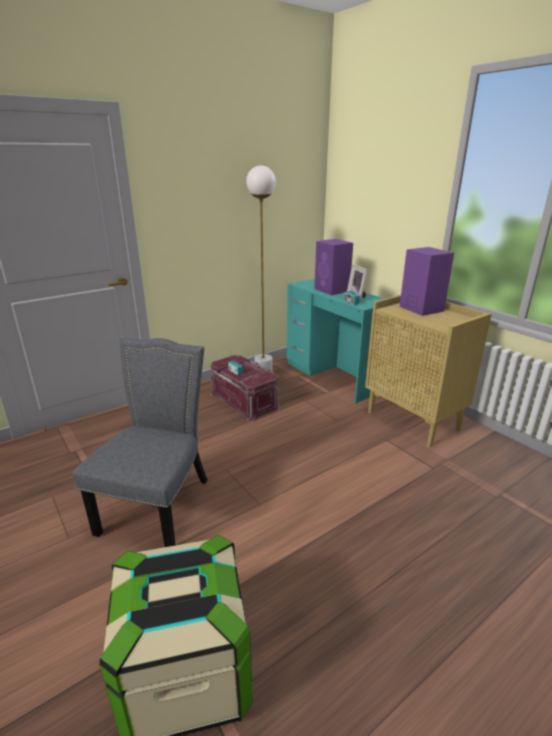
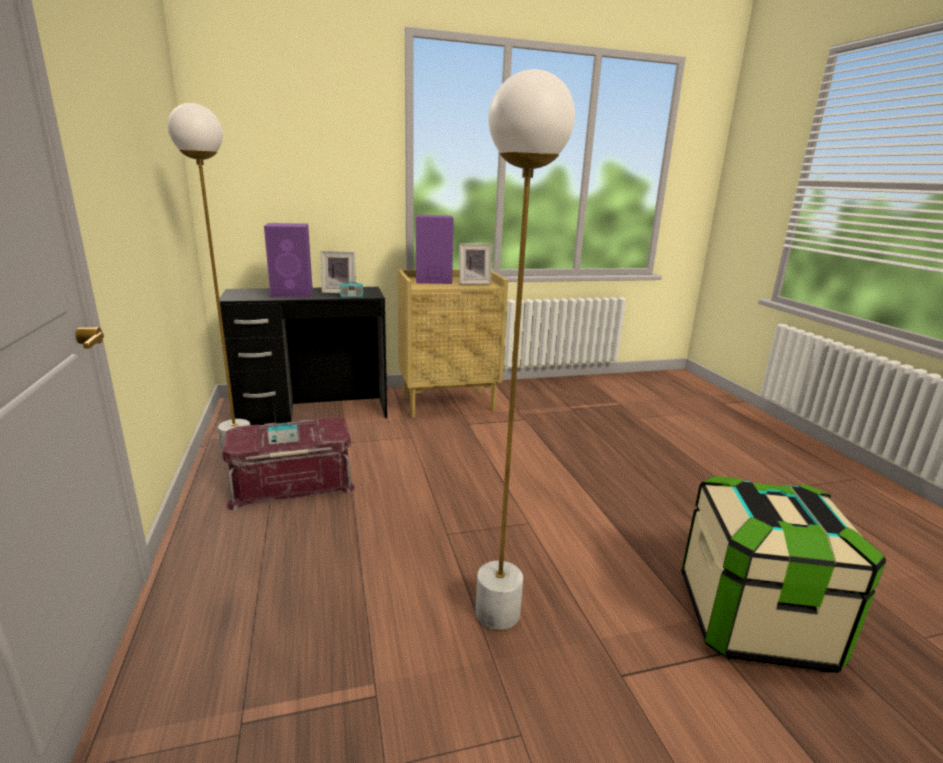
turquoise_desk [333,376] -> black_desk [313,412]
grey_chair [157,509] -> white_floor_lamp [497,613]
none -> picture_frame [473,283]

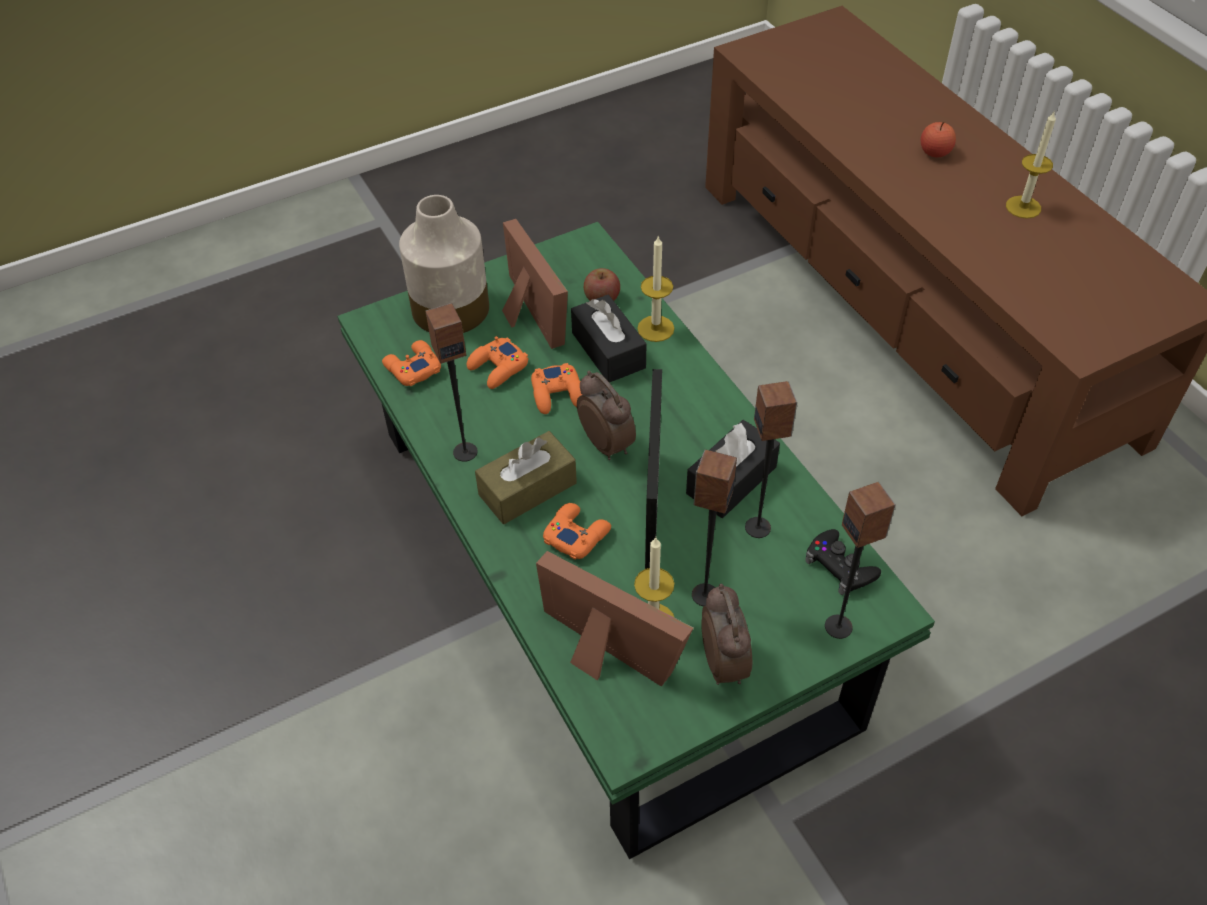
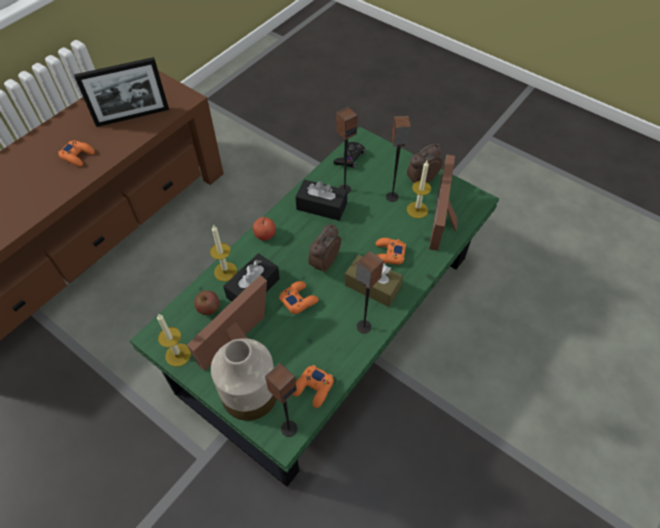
candle [1023,207] -> candle [178,355], moved
apple [935,152] -> apple [265,235], moved
orange_game_controller [498,368] -> orange_game_controller [78,156], moved
picture_frame [652,514] -> picture_frame [132,117], moved
speaker [839,626] -> speaker [288,428], moved

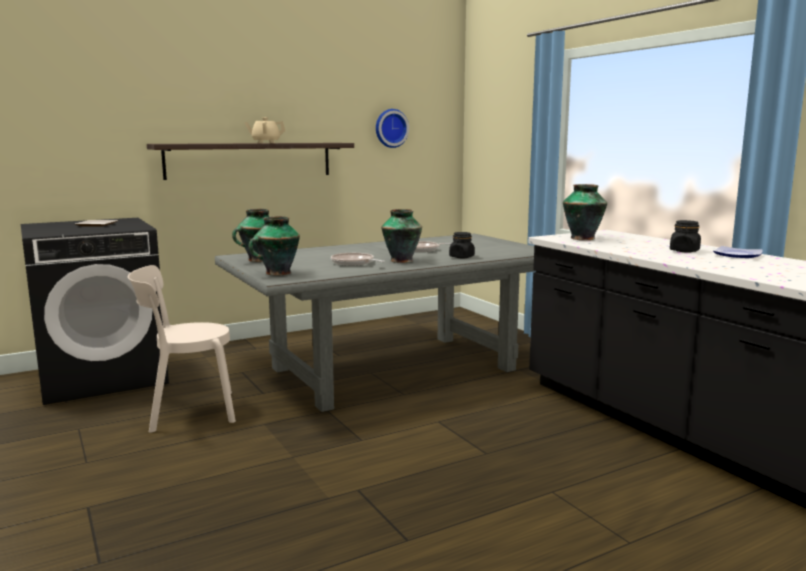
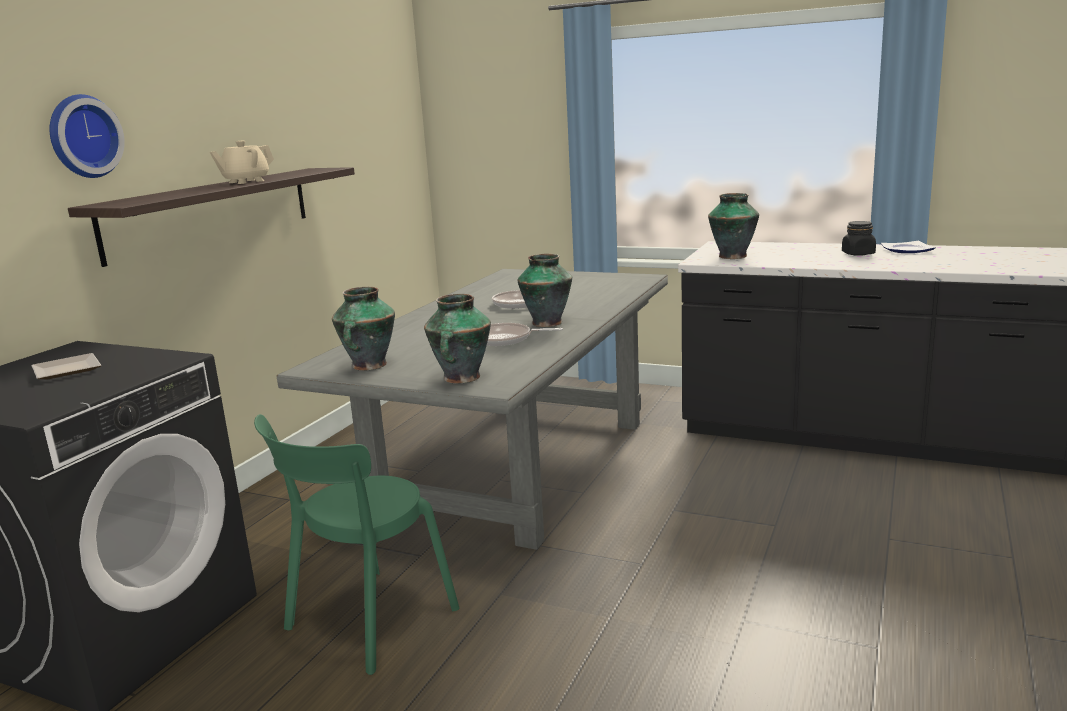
wall_clock [390,128] -> wall_clock [82,136], moved
black_jar [461,257] -> none
beige_chair [187,411] -> green_chair [366,623]

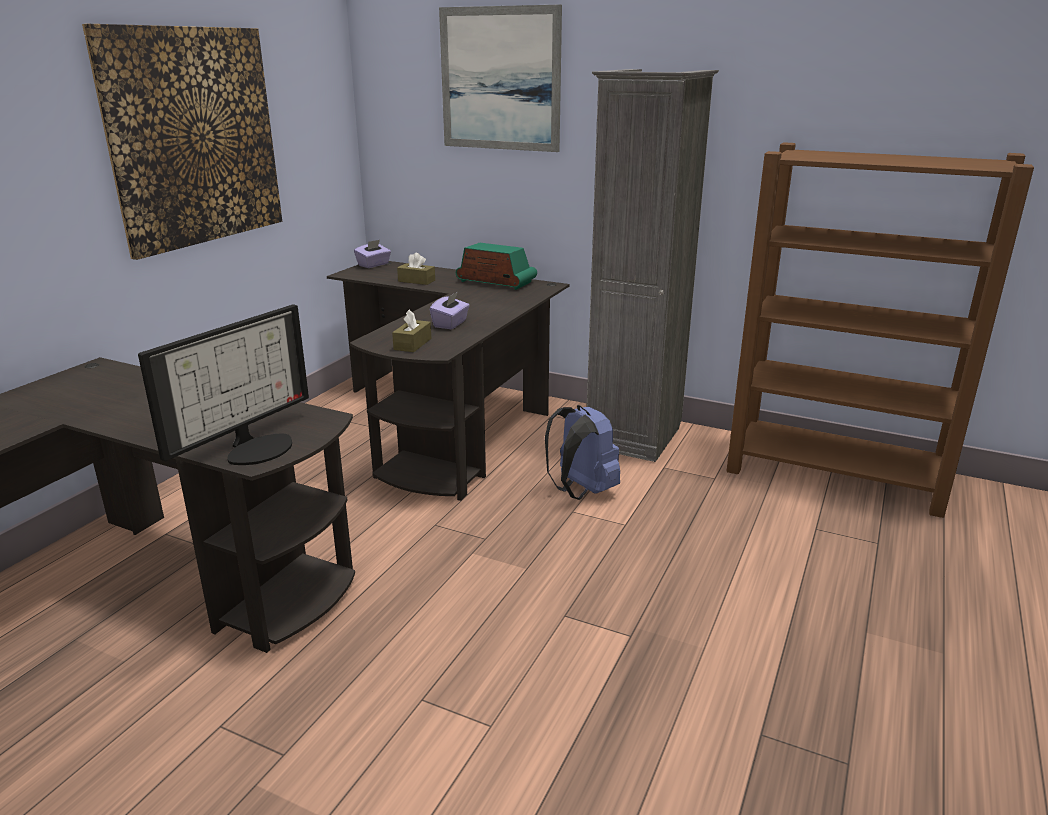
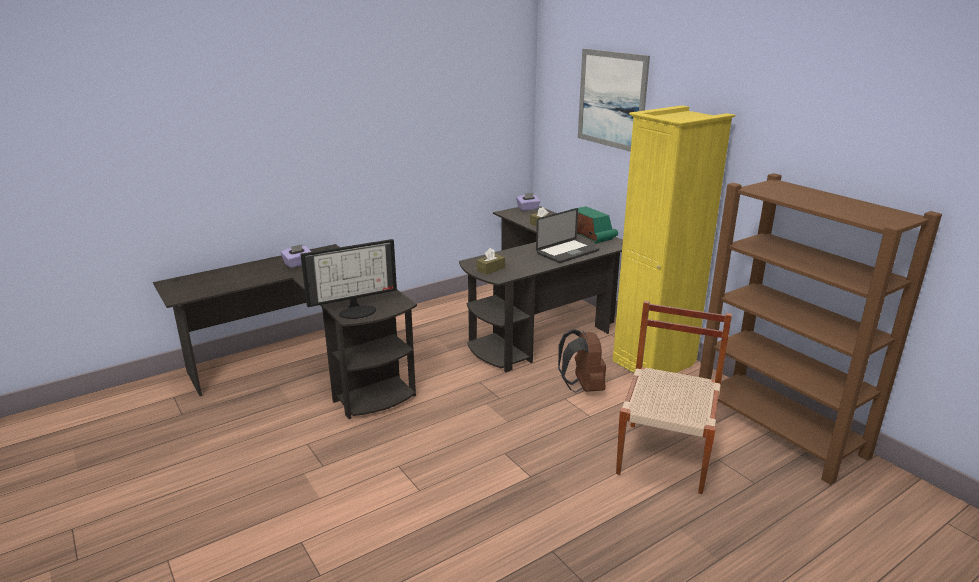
picture [194,137] -> none
grey_cabinet [634,437] -> yellow_cabinet [653,363]
purple_tissue_box [450,324] -> purple_tissue_box [298,264], moved
blue_backpack [581,491] -> brown_backpack [582,387]
none -> laptop [567,252]
none -> chair [665,455]

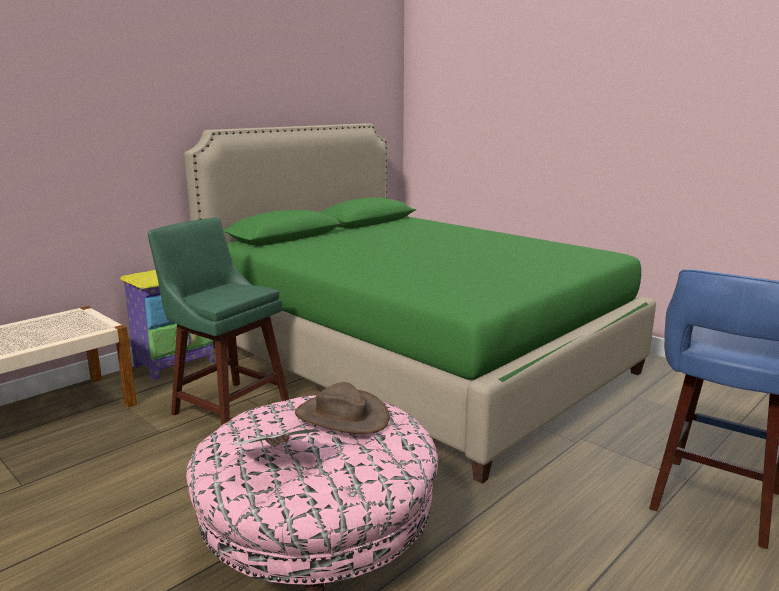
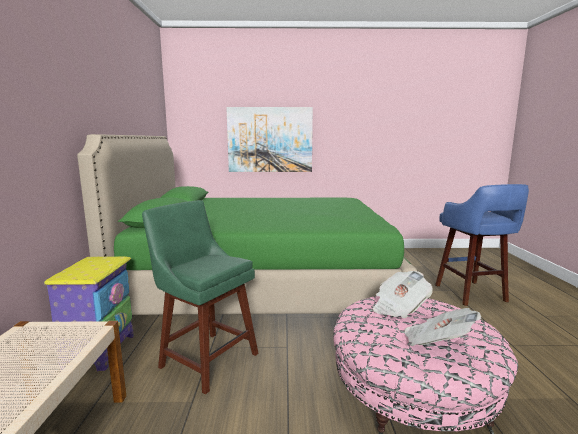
green_chair [227,405] -> green_chair [206,358], 45 degrees clockwise
brown_hat [341,416] -> newspaper [399,307]
none -> picture [270,140]

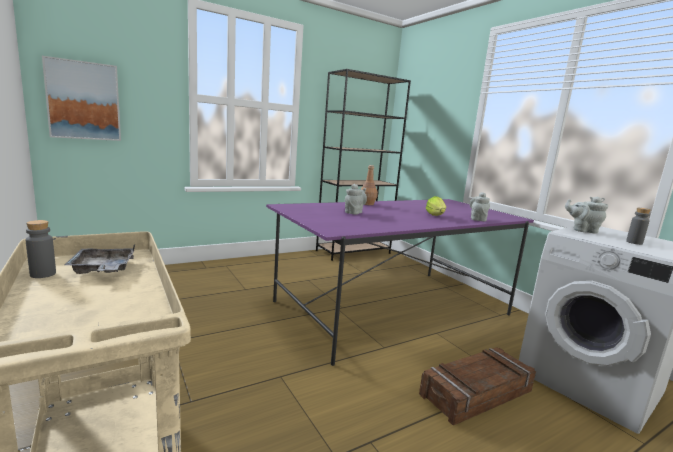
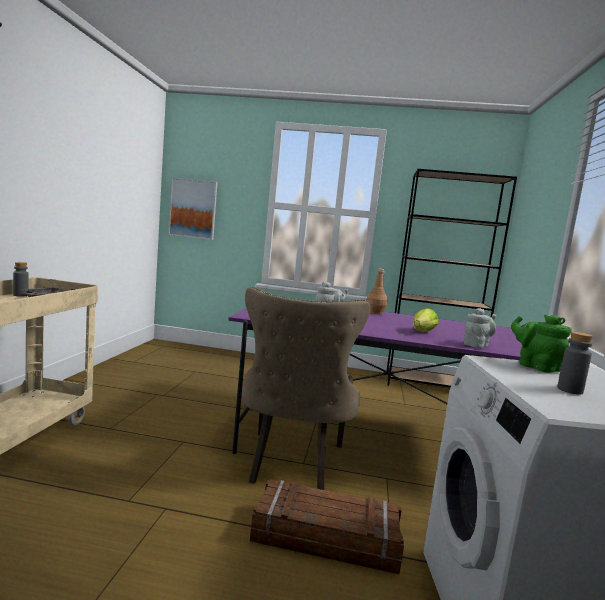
grey_teapot [582,230] -> green_teapot [536,366]
none -> beige_chair [292,463]

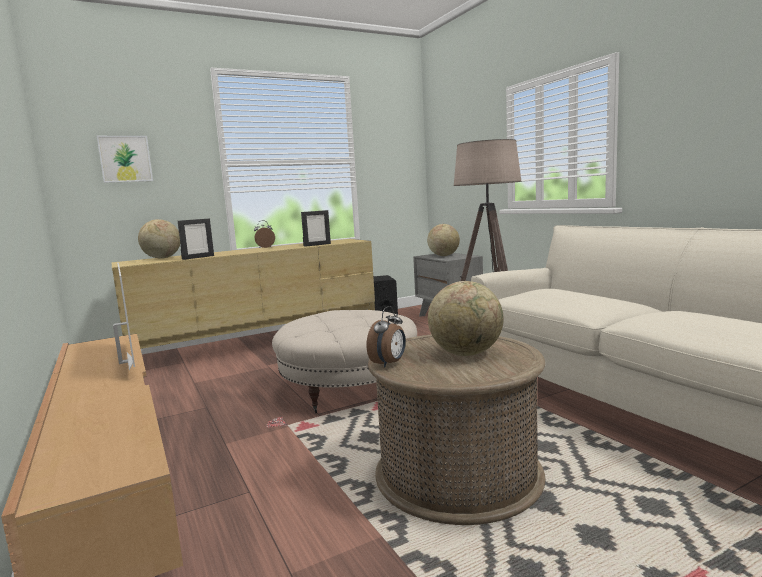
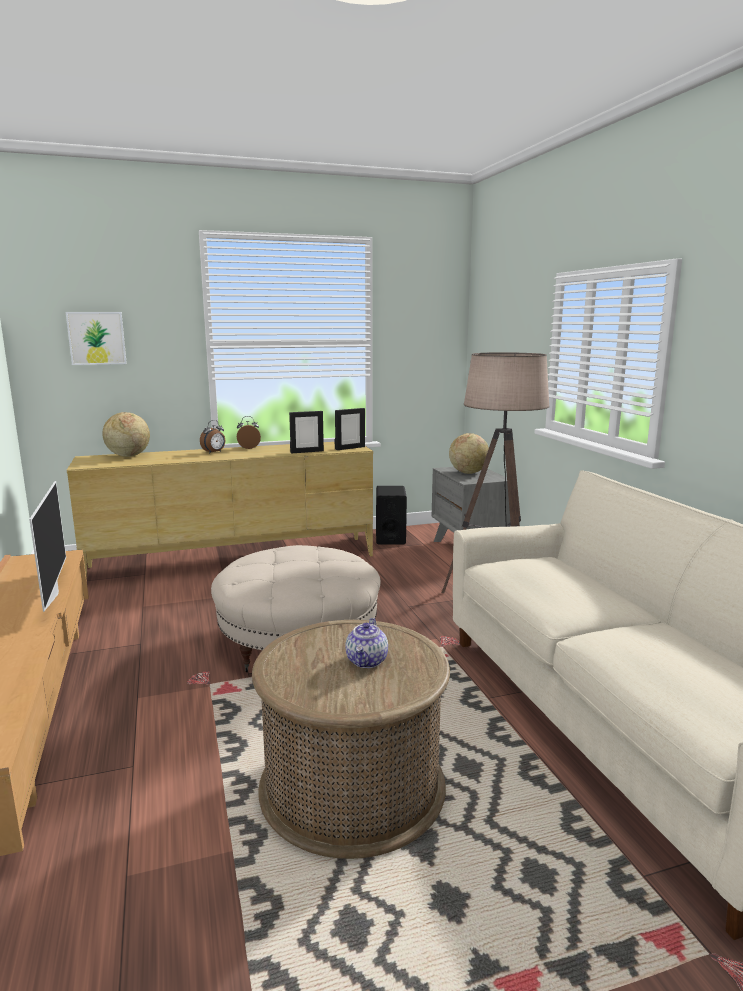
picture_frame [198,257] -> picture_frame [350,448], moved
globe [466,353] -> teapot [367,661]
alarm_clock [389,364] -> alarm_clock [214,452], moved

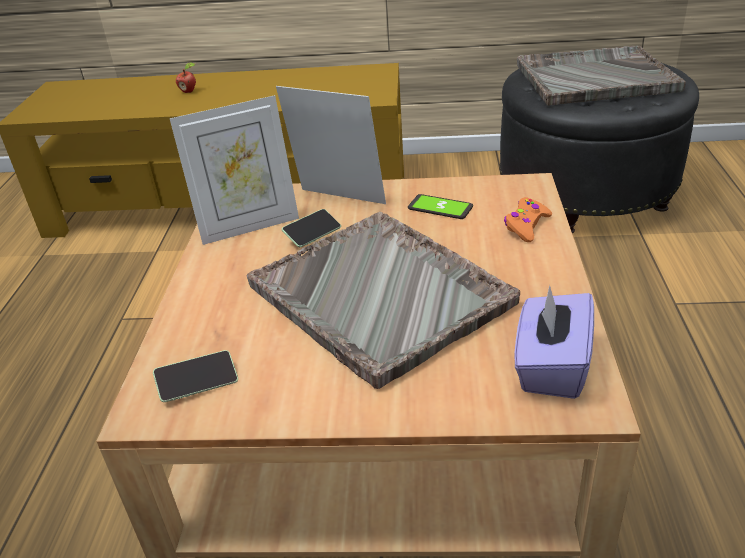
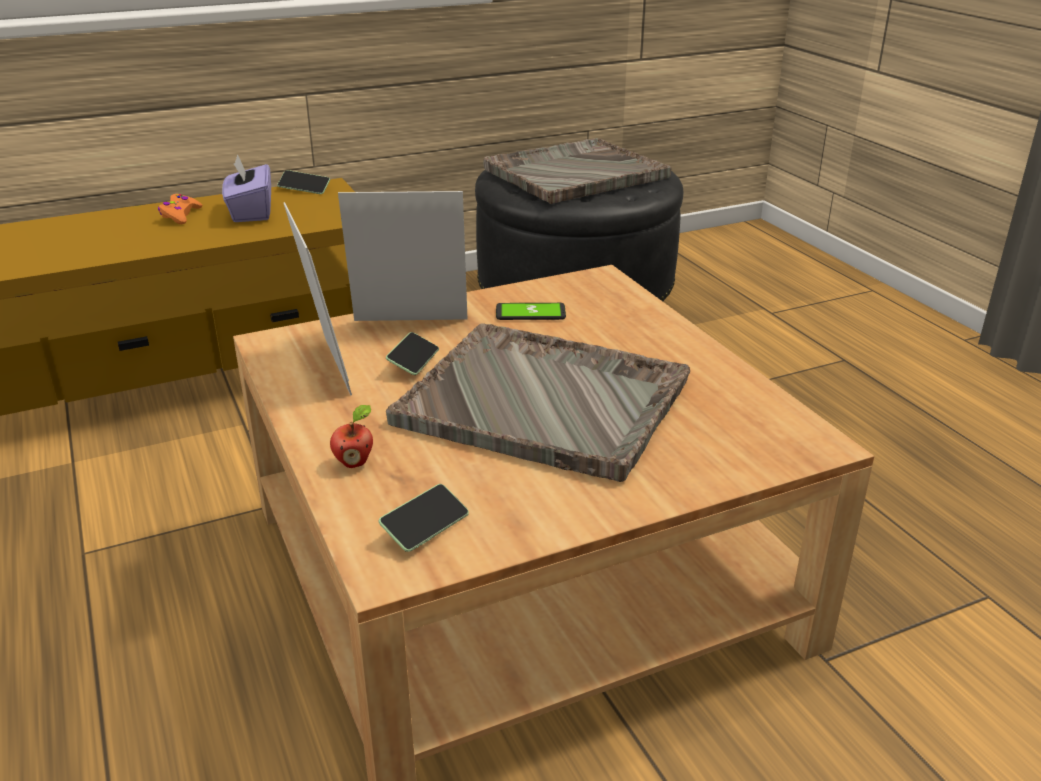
apple [189,91] -> apple [355,462], moved
picture_frame [249,226] -> picture_frame [325,368], 60 degrees counterclockwise
orange_game_controller [526,226] -> orange_game_controller [180,215], moved
purple_tissue_box [551,367] -> purple_tissue_box [251,212], moved
none -> phone [304,189]

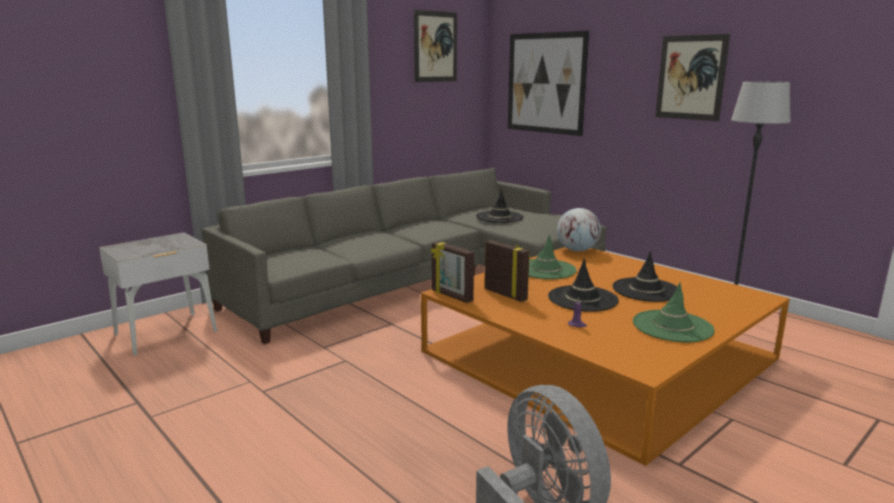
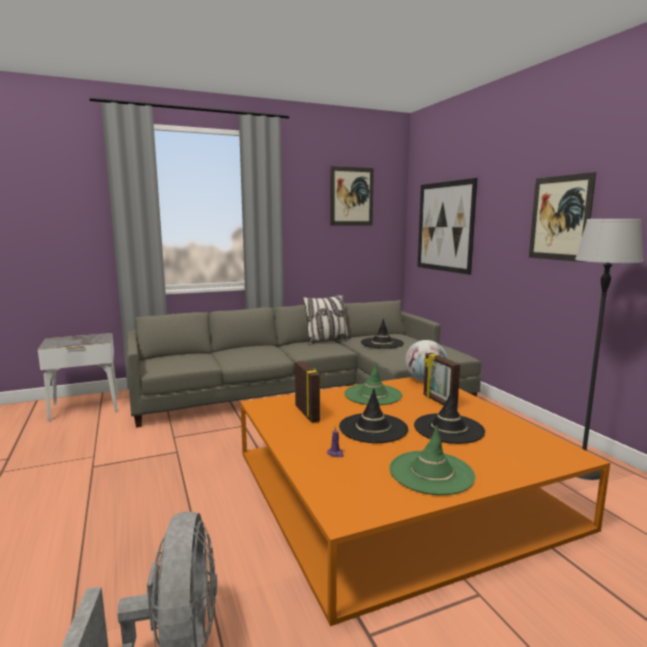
picture_frame [451,296] -> picture_frame [439,401], moved
none -> pillow [327,341]

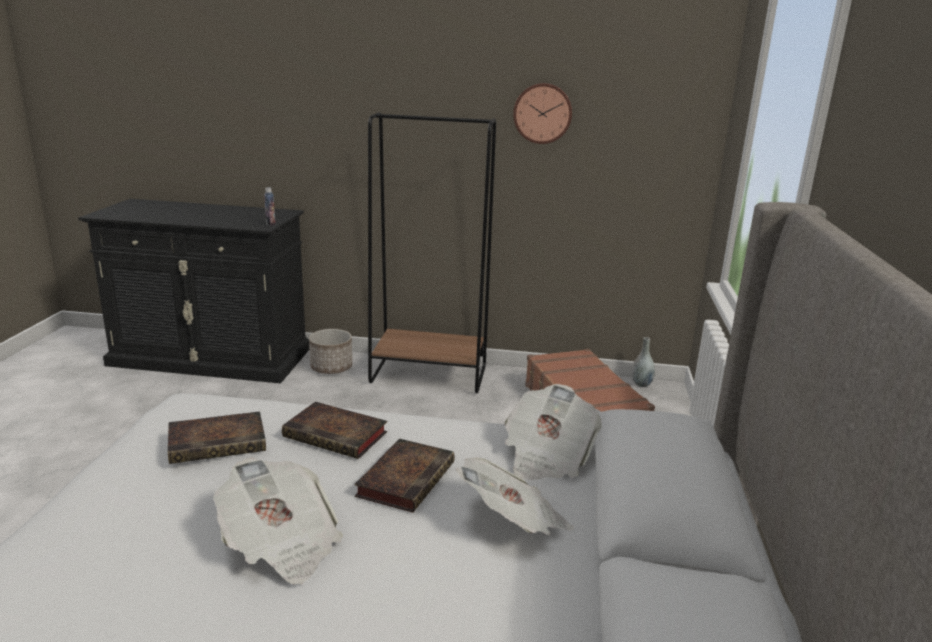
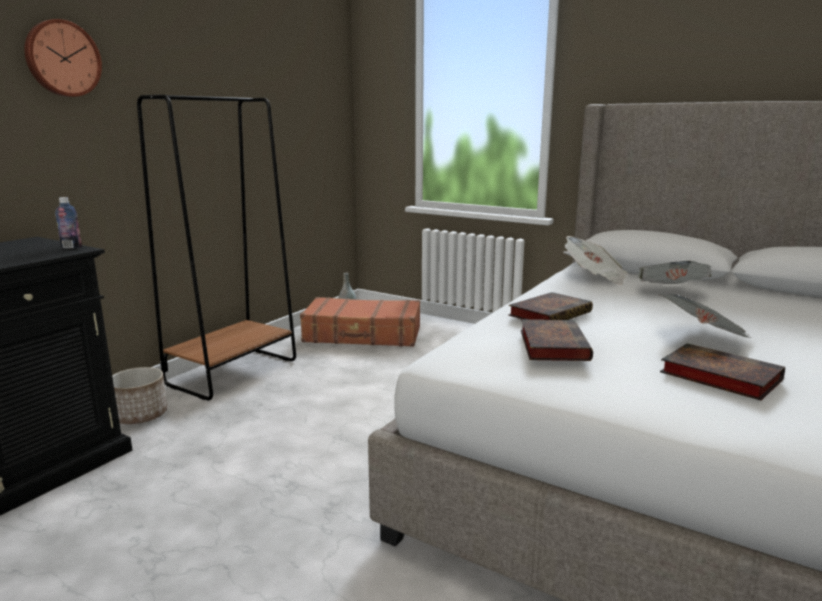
wall_clock [542,113] -> wall_clock [62,59], moved
book [406,478] -> book [716,376], moved

